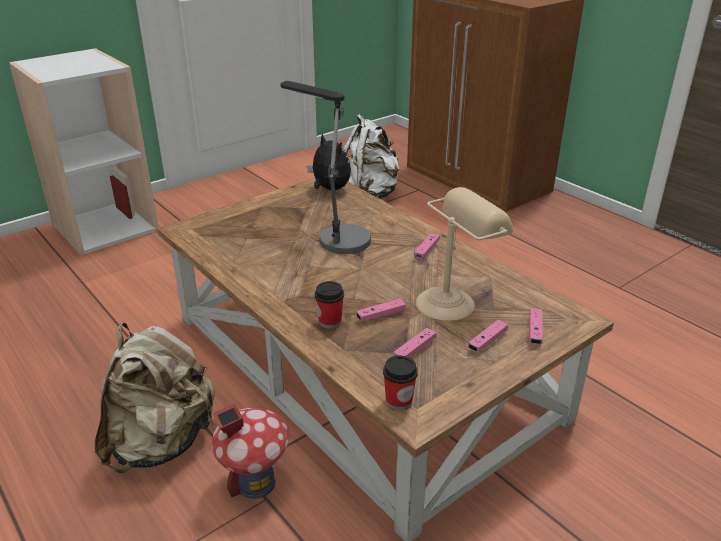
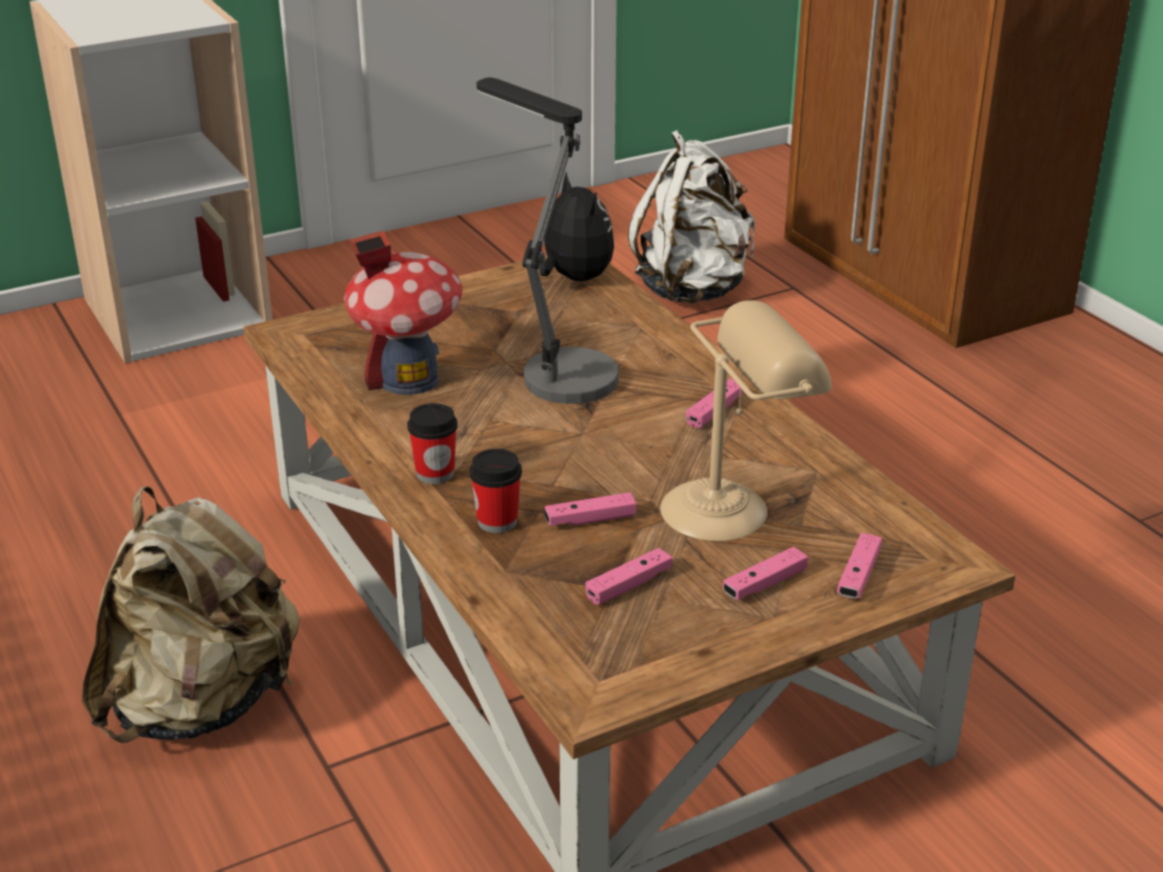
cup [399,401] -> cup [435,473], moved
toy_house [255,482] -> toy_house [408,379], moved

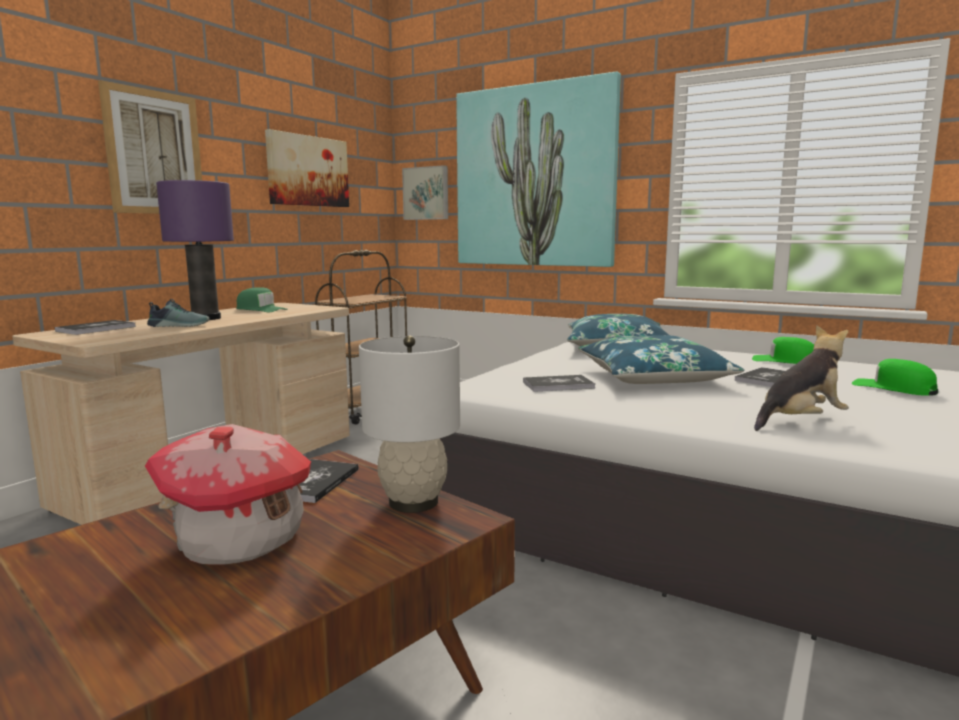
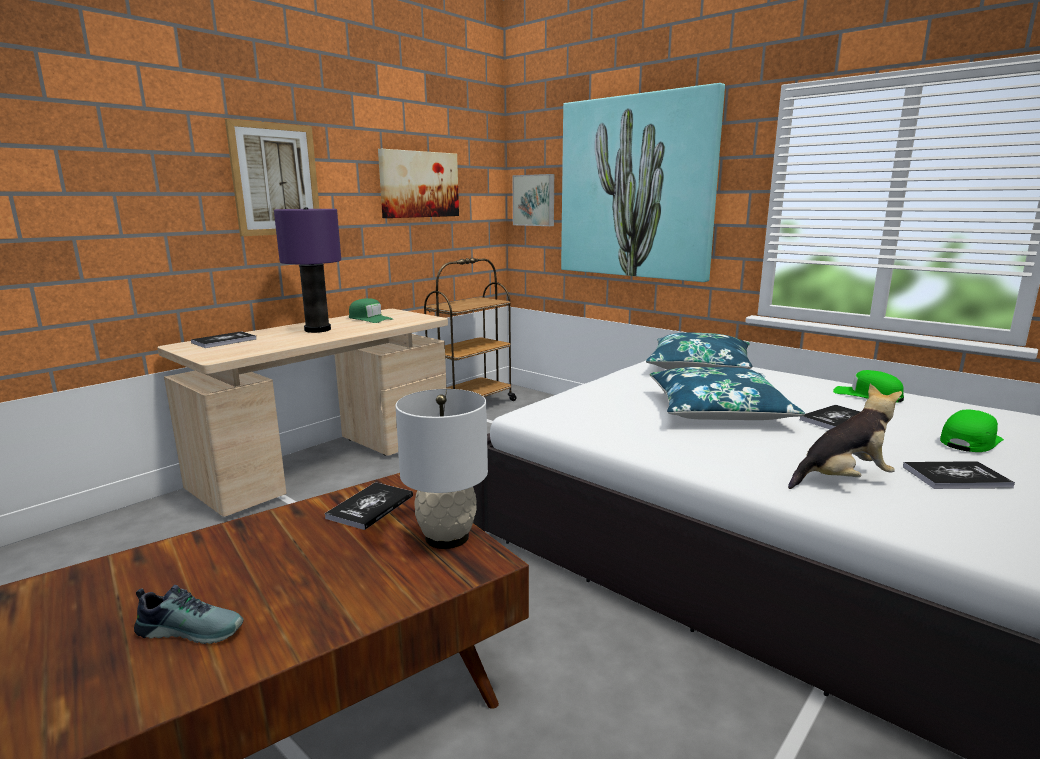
shoe [180,325] -> shoe [192,628], moved
green_cap [894,388] -> green_cap [970,441], 75 degrees clockwise
book [558,385] -> book [956,477], moved
toy_house [240,539] -> none

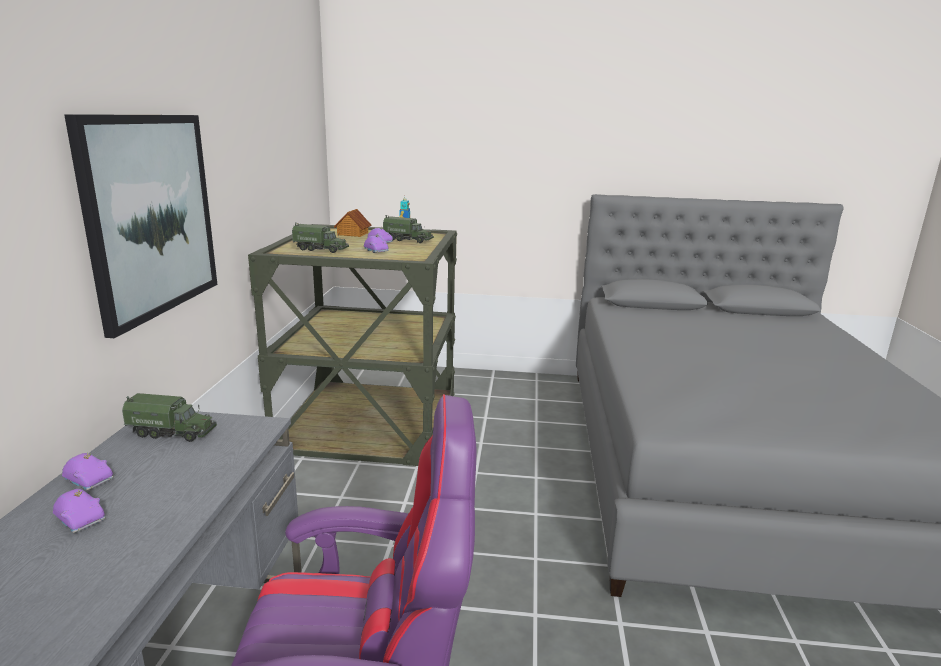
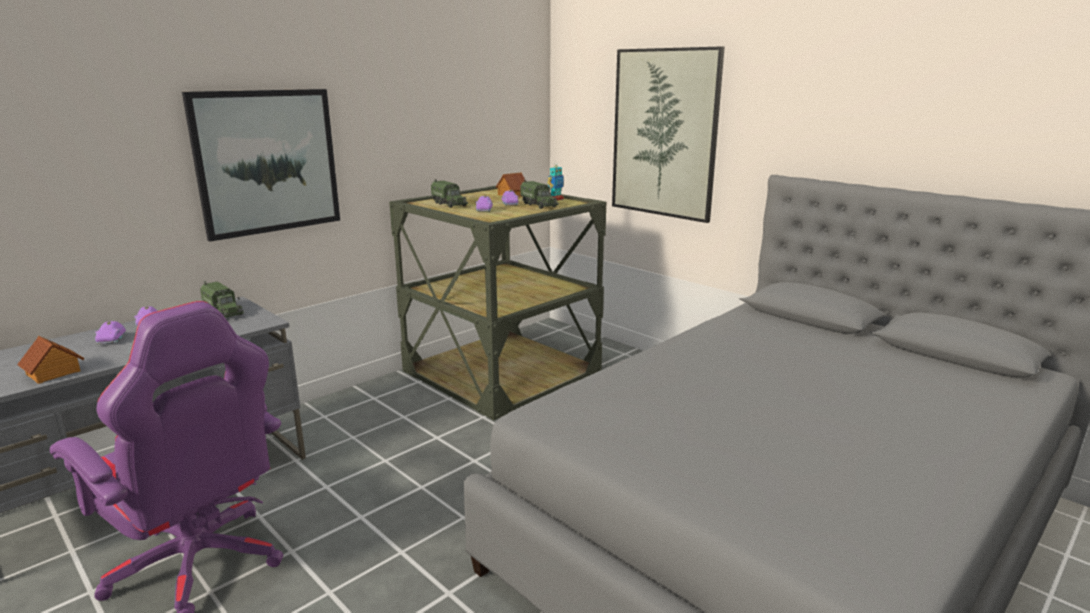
none -> picture [664,134]
none -> toy_house [53,373]

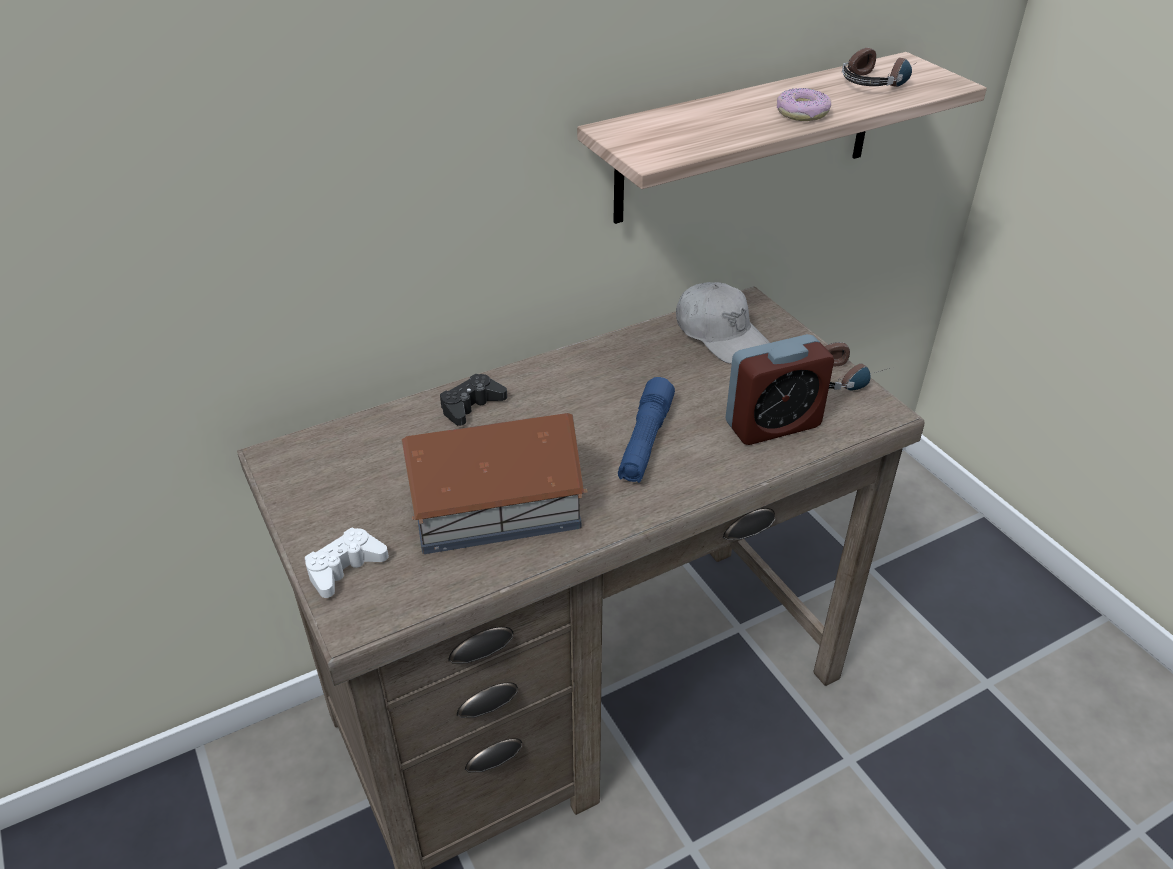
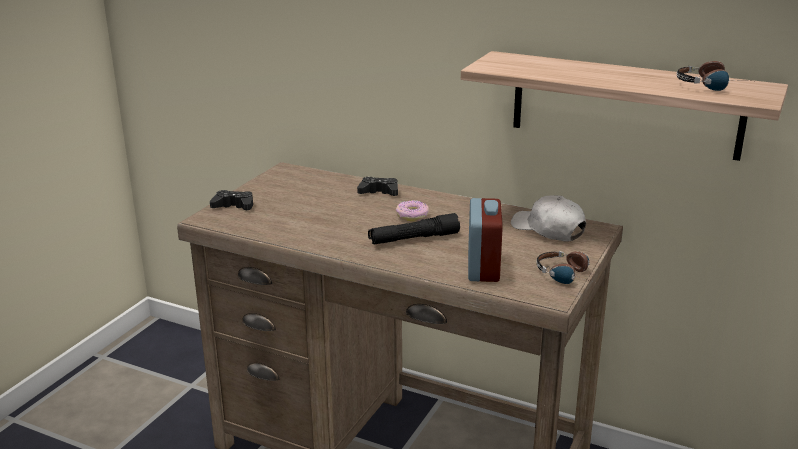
donut [802,113] -> donut [412,216], moved
white_cap [720,335] -> white_cap [548,230], 120 degrees clockwise
alarm_clock [772,424] -> alarm_clock [483,268], 120 degrees counterclockwise
blue_flashlight [645,441] -> black_flashlight [414,239]
toy_house [493,504] -> none
white_game_controller [345,568] -> black_game_controller [234,206]

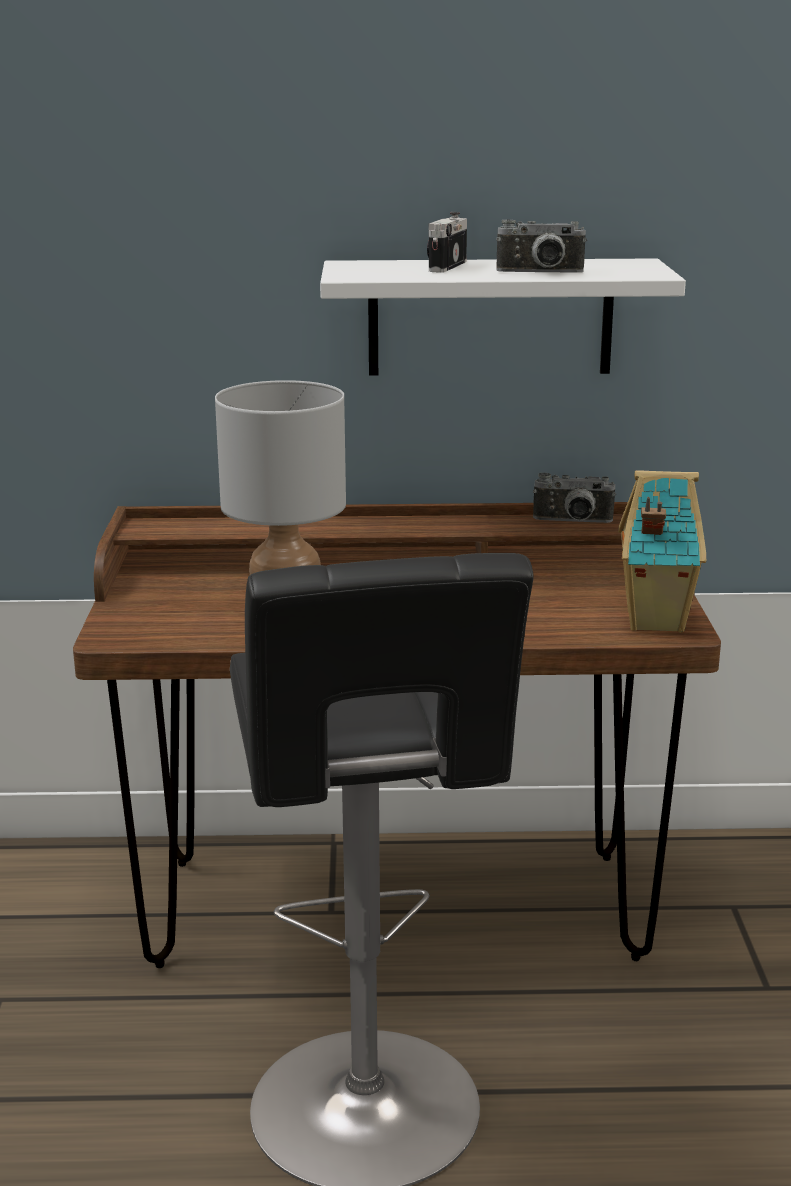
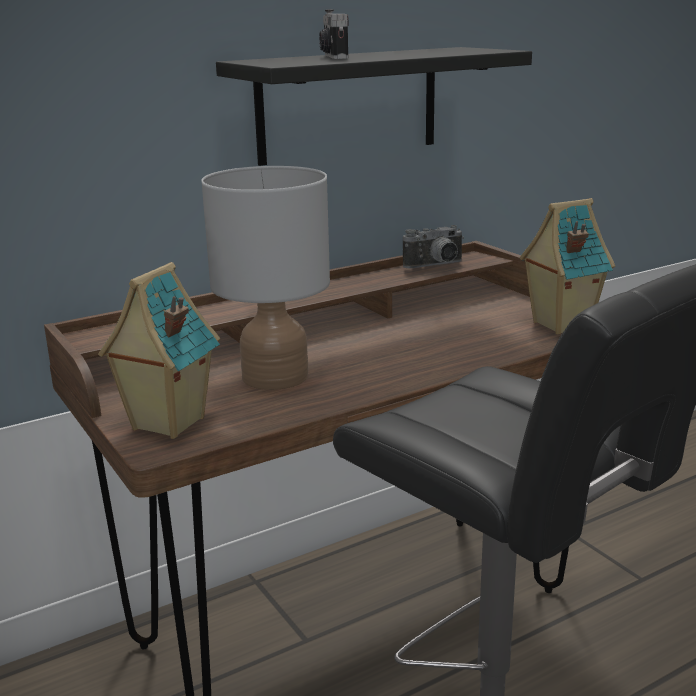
photo_camera [541,273] -> none
white_shelf [490,317] -> black_shelf [348,104]
none -> toy_house [166,424]

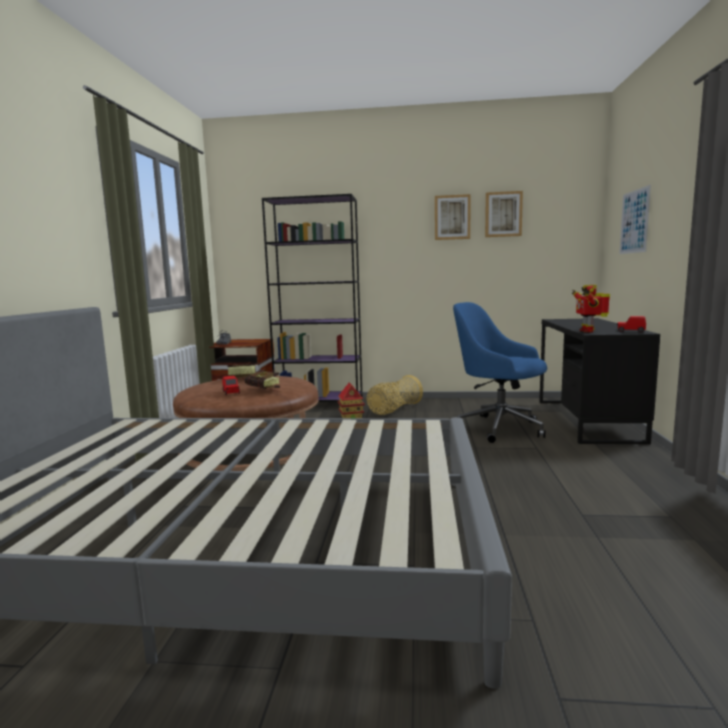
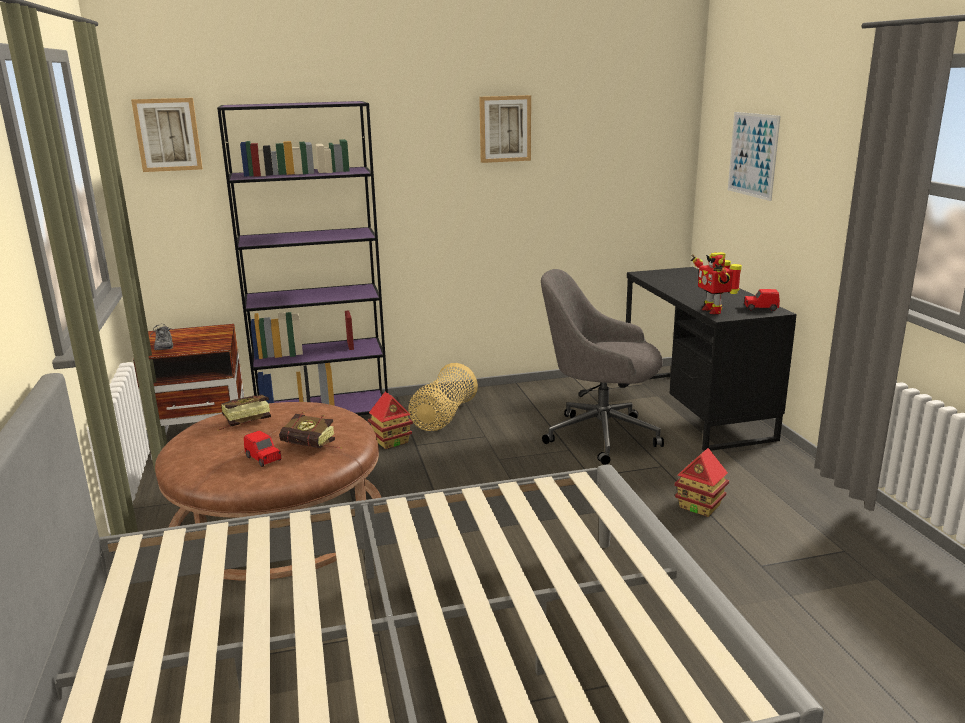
picture [503,214] -> picture [168,134], moved
blue_office_chair [499,428] -> grey_office_chair [600,436]
none -> toy_house [699,506]

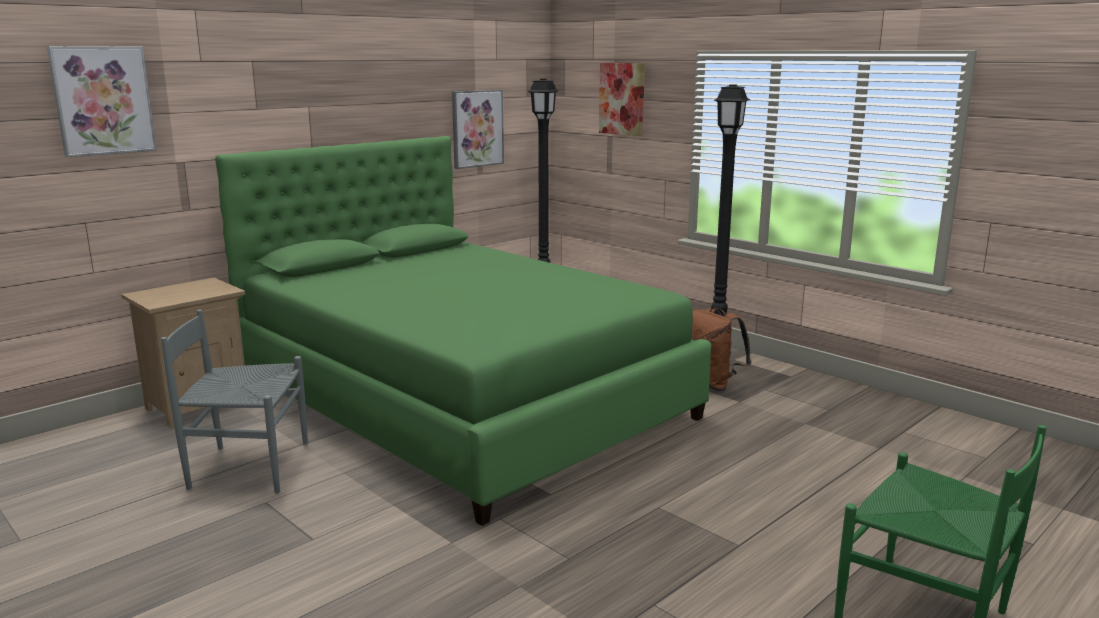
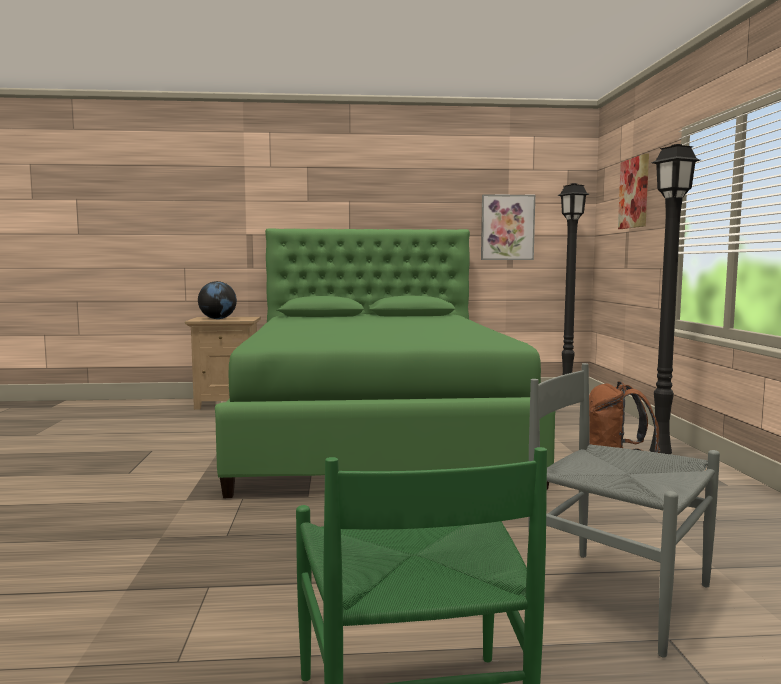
picture [103,100] -> none
grey_chair [247,467] -> grey_chair [617,596], moved
none -> globe [218,319]

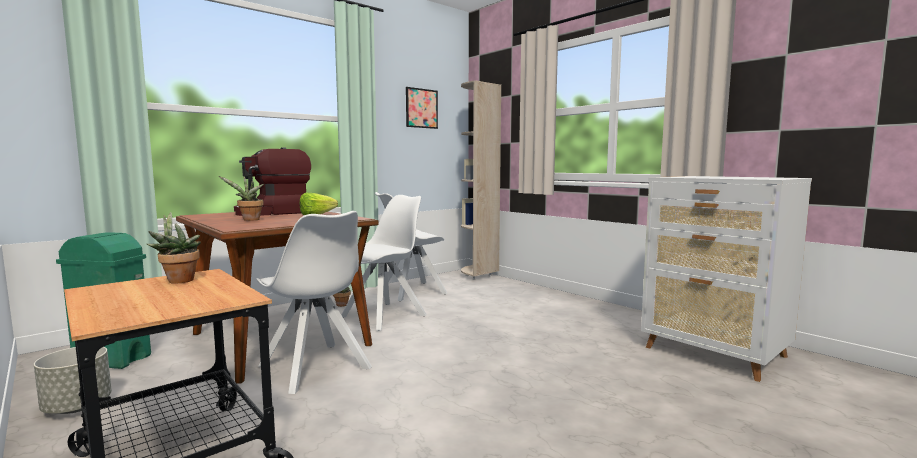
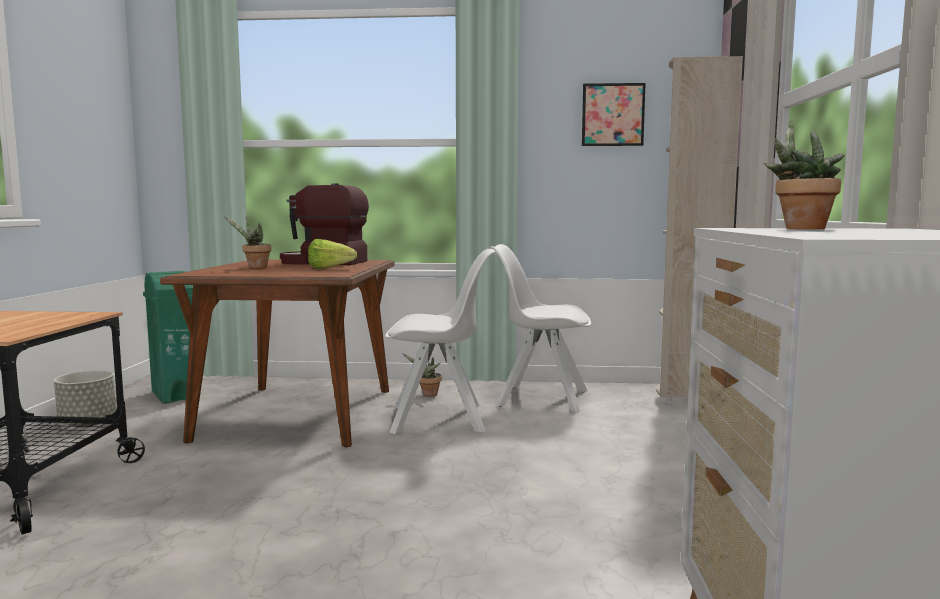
white_chair [315,368] -> none
potted_plant [178,280] -> potted_plant [799,228], moved

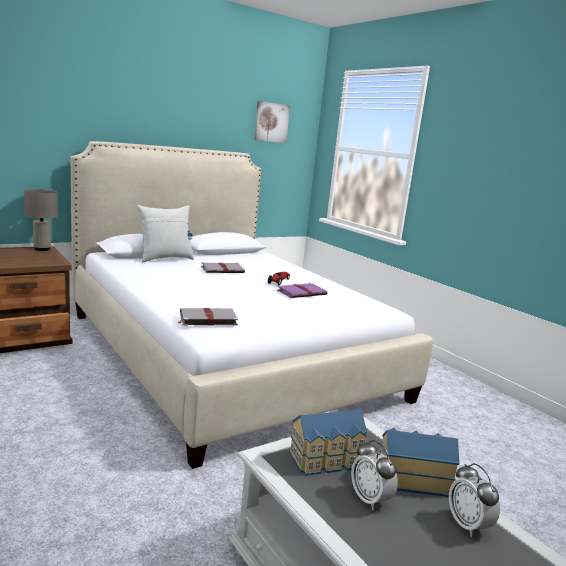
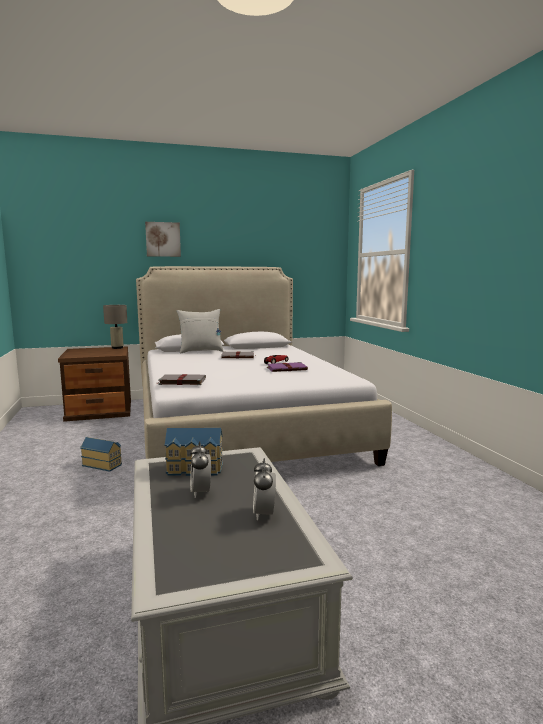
picture [271,122] -> picture [163,239], moved
toy_house [411,479] -> toy_house [103,464], moved

